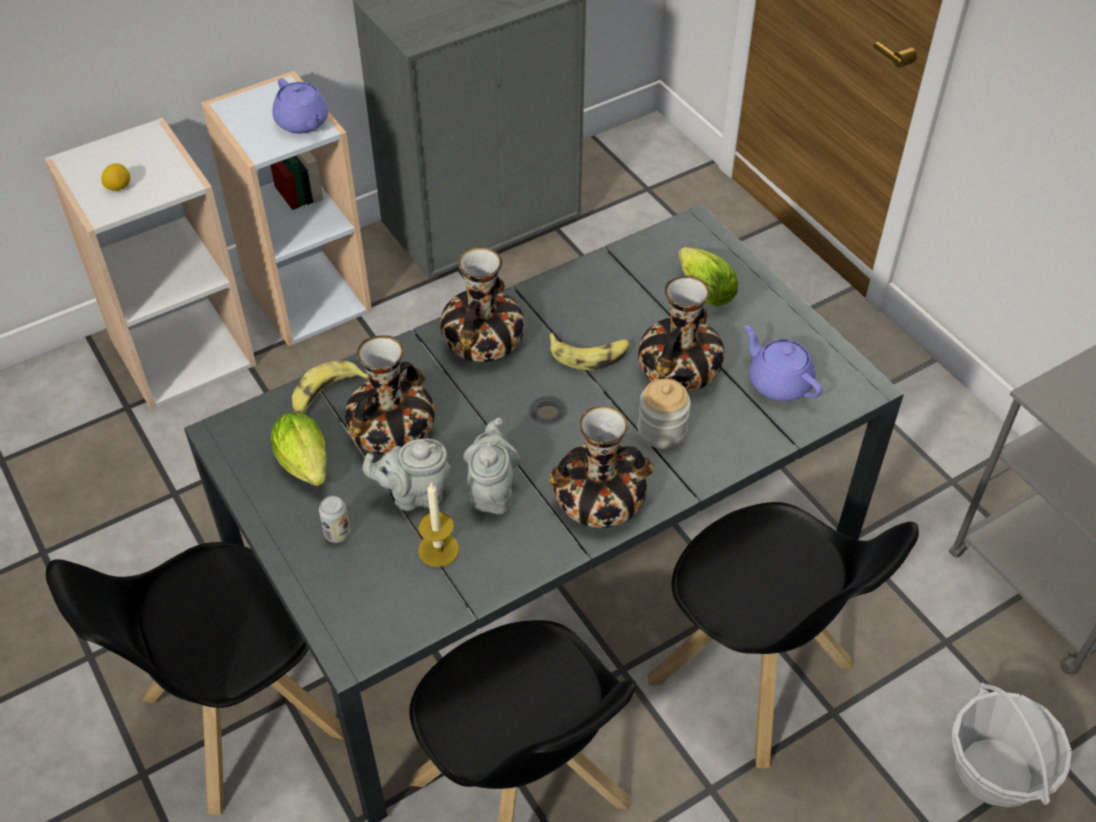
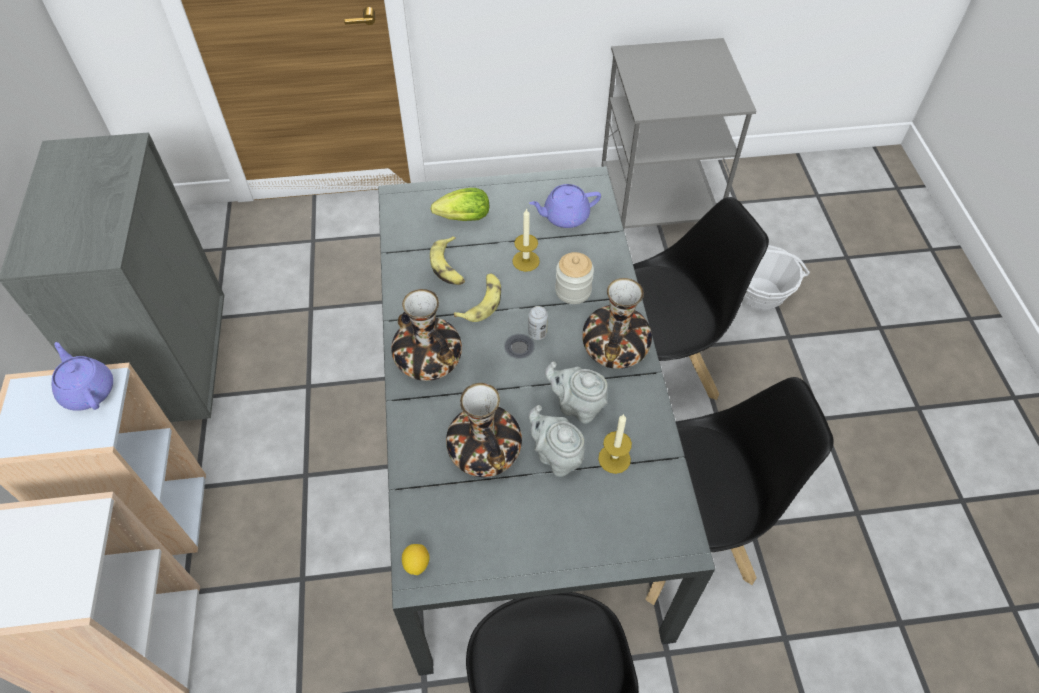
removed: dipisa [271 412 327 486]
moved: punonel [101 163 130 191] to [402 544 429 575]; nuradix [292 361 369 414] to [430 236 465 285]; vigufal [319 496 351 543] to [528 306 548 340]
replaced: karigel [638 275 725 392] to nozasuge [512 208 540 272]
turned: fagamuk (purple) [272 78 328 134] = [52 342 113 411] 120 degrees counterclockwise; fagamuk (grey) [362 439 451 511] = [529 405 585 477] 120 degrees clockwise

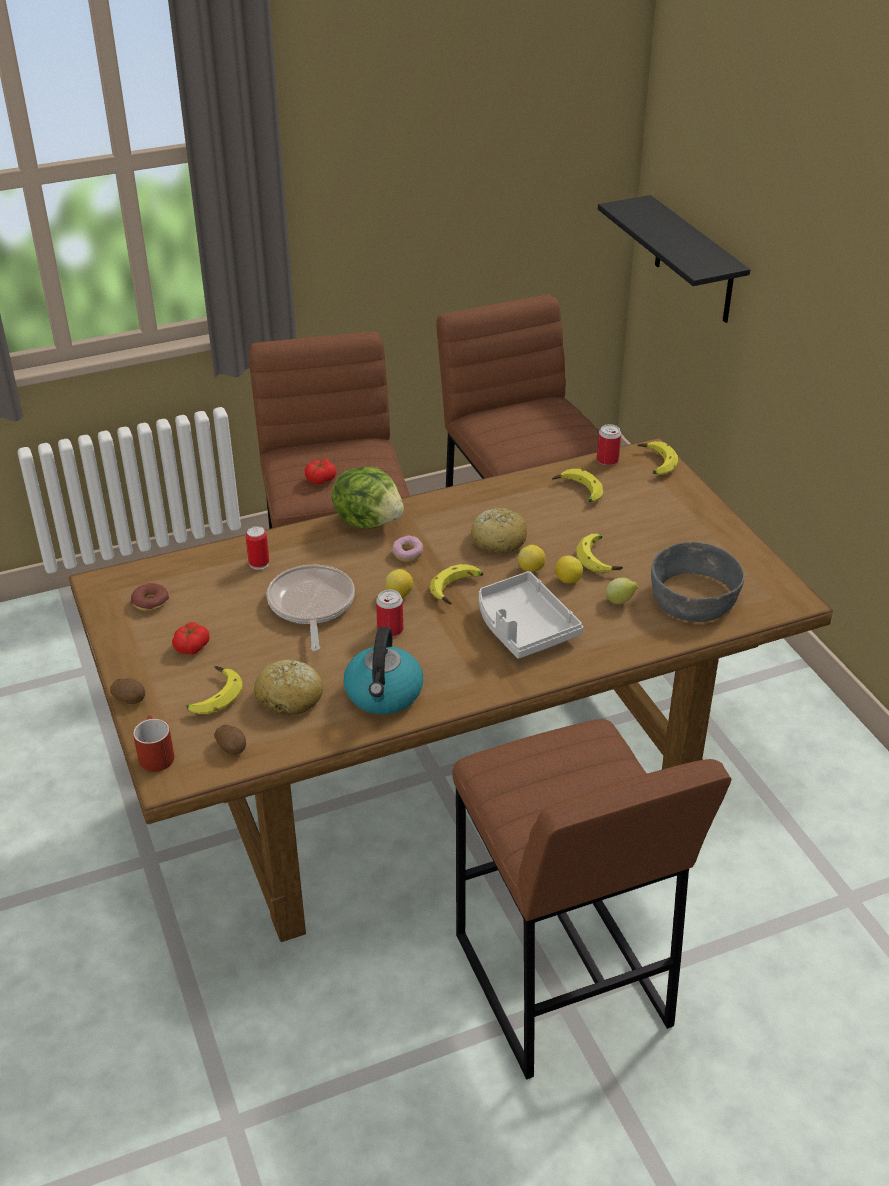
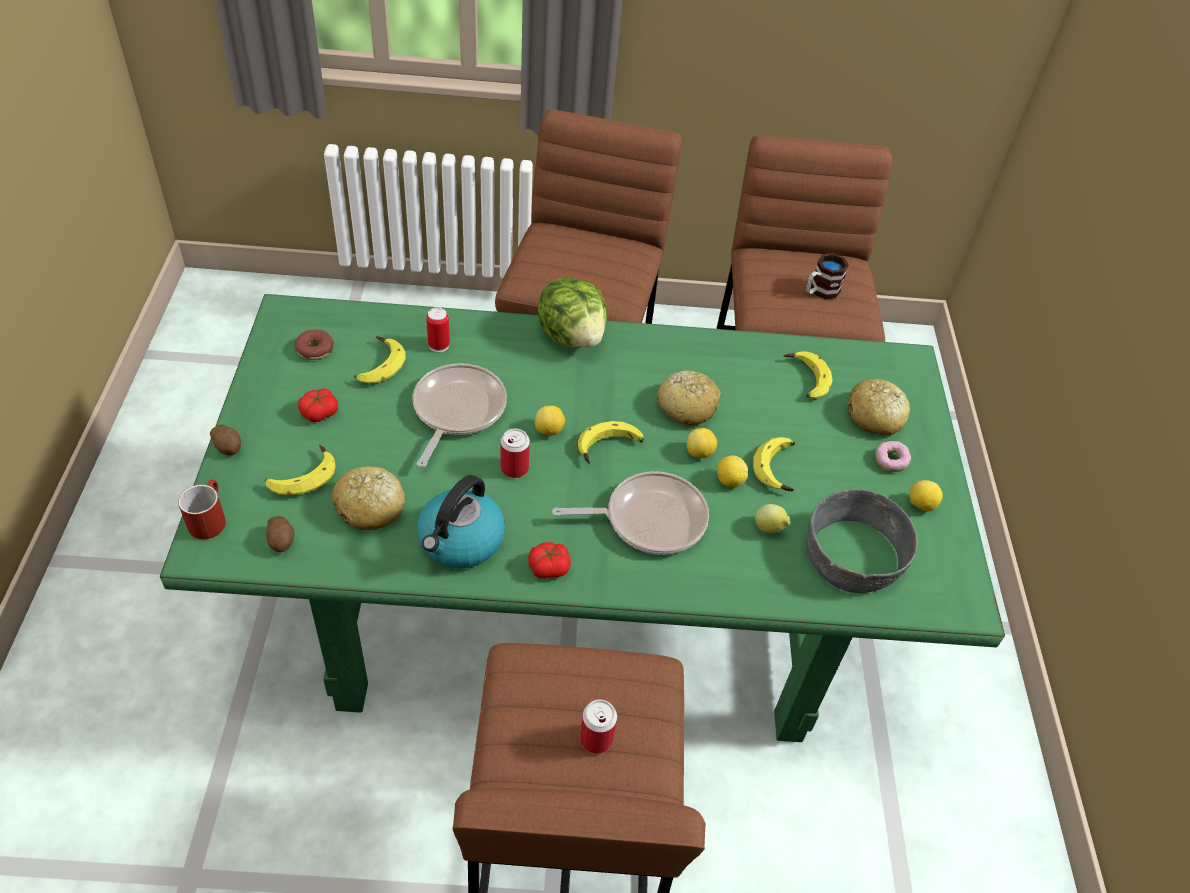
removed: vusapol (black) [598 195 750 323]
added: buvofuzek [806 253 849 299]; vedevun [848 379 910 435]; punonel [909 480 943 512]
moved: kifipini [305 459 336 484] to [528 542 571 579]; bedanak [392 535 423 562] to [875 441 911 472]; vigufal [597 424 621 465] to [580 700 617 754]; nuradix [637 441 678 475] to [354 336 406 383]
replaced: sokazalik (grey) [479 571 583 659] to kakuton [552 471 709 555]
recoloured: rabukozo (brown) [69 438 833 942] to rabukozo (green) [160 294 1005 742]

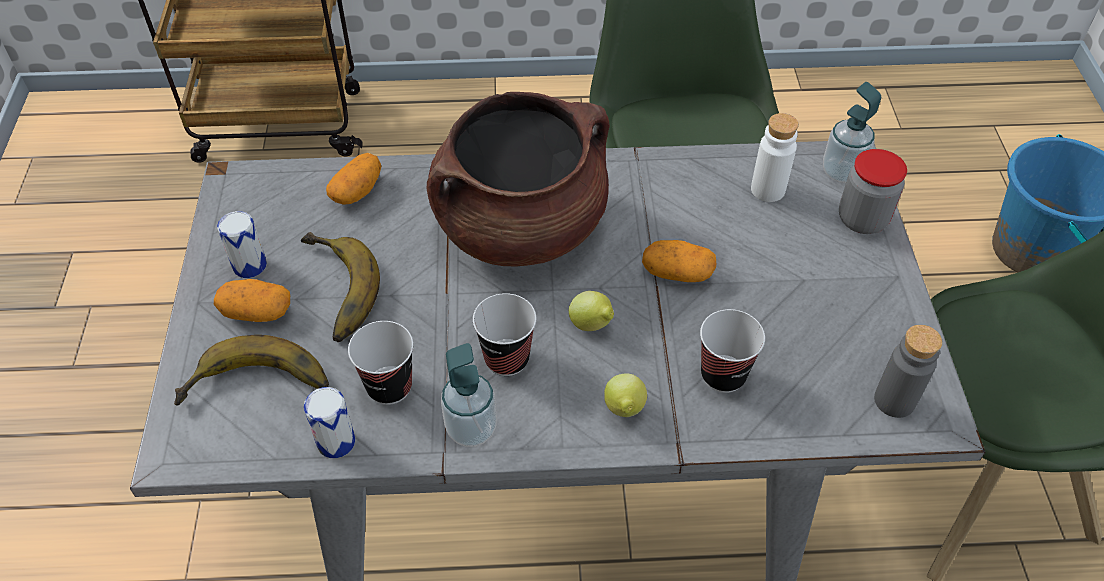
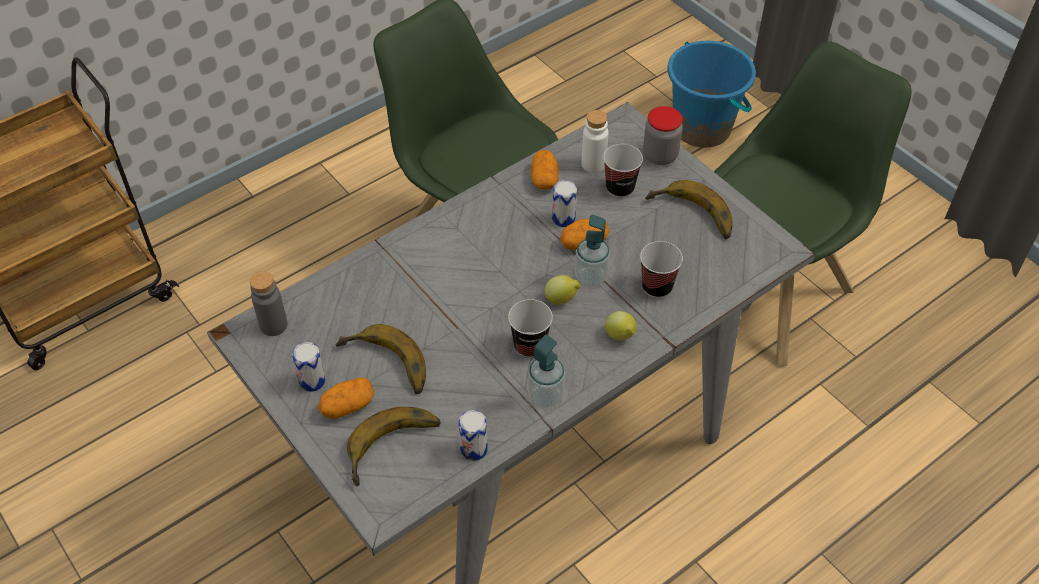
removed: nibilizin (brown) [427 92 610 266]
added: vigufal [552 180 577 227]; nuradix [645 180 733 239]
moved: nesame [326 153 381 205] to [531 150 559 190]; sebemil [348 321 414 405] to [603 144 643 198]; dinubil [823 82 881 183] to [575 214 610 287]; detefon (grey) [874 325 942 418] to [250 271 288 336]

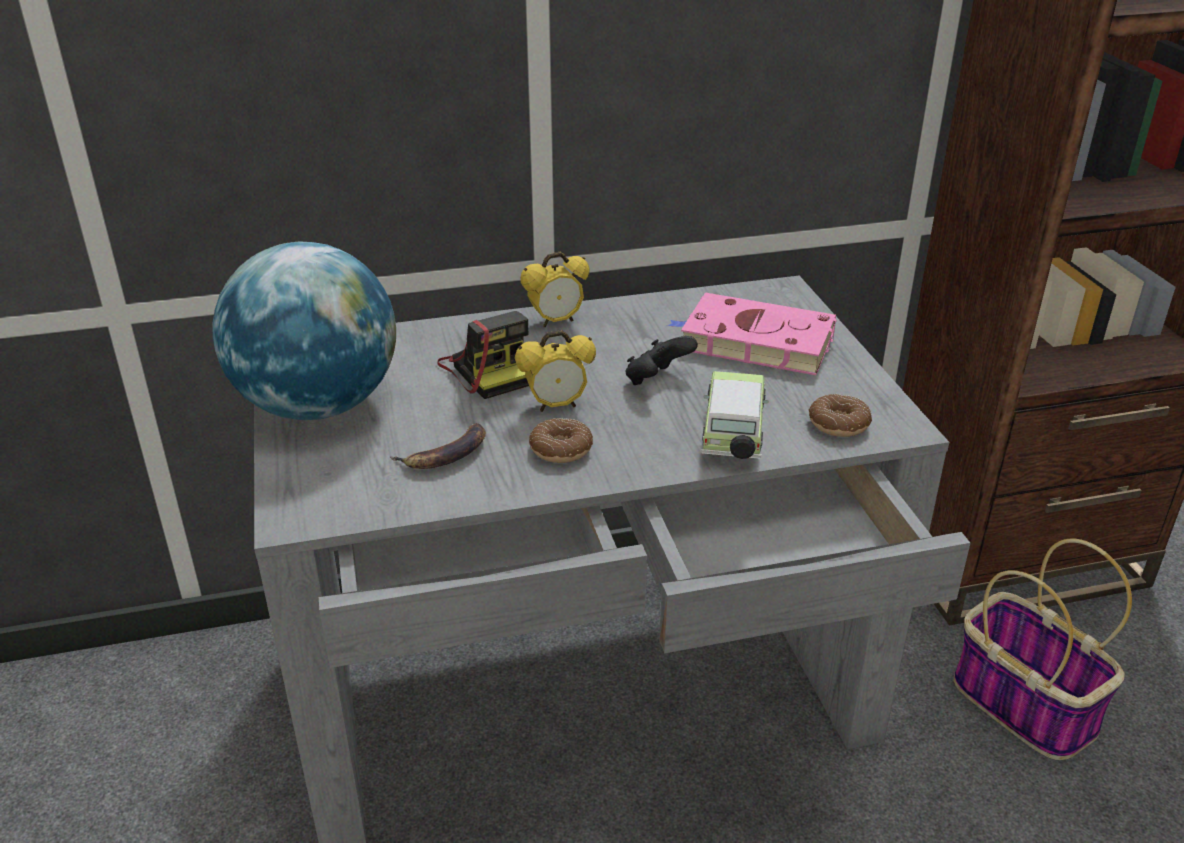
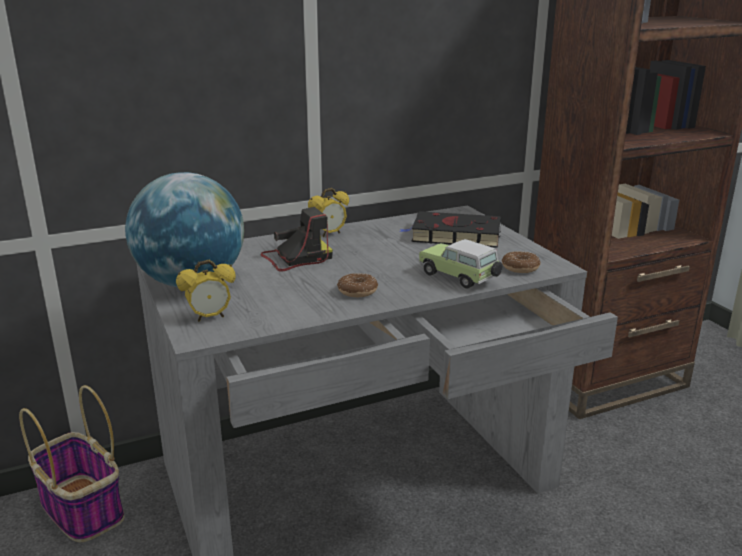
removed: nuradix [390 423 486 469]; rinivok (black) [625 336 698 385]
moved: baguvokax [515 330 596 412] to [176 260 236 322]; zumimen [953 539 1132 760] to [19 385 124 543]
recoloured: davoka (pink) [667 292 837 375] to davoka (black) [399 211 502 248]
turned: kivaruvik [437 311 529 399] = [261 207 333 272] 75 degrees counterclockwise; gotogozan [701 371 769 459] = [419 239 503 289] 45 degrees counterclockwise

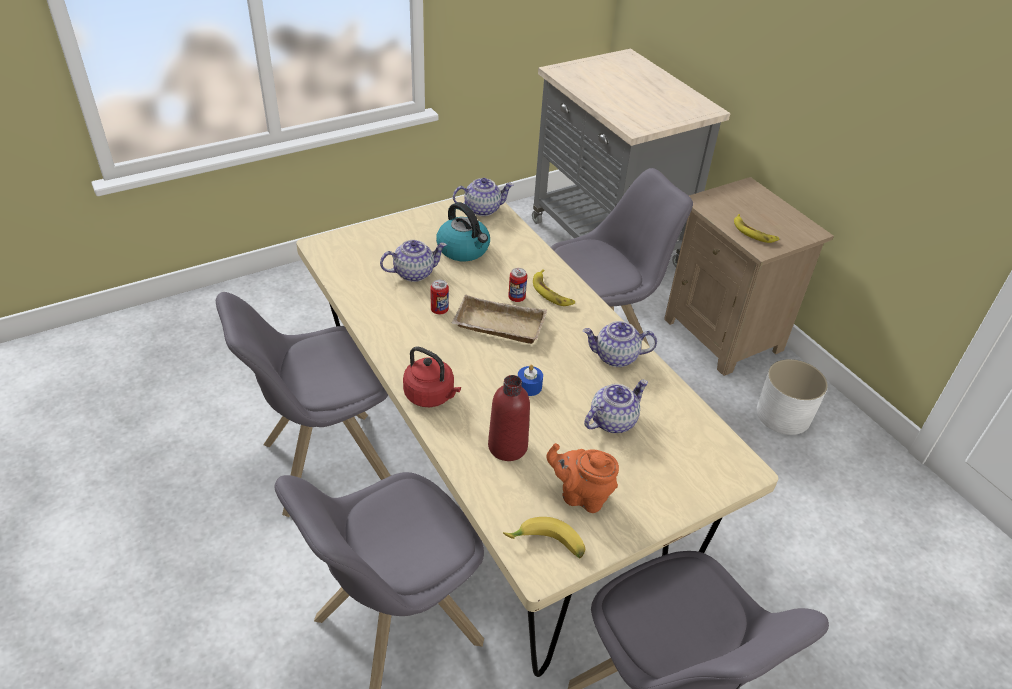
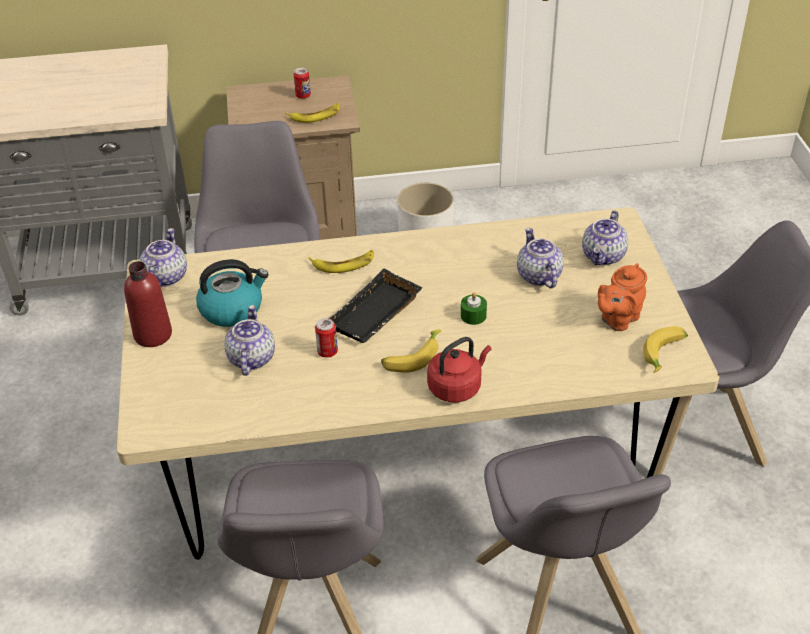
added: nuradix [381 329 441 373]
moved: detefon (red) [488 375 530 461] to [124 261 172 347]; vigufal [508 268 527 302] to [294 68 311 99]; fagamuk [583 321 657 367] to [582 210 628 265]
recoloured: sokazalik (beige) [452 295 547 344] to sokazalik (black) [329 268 423 343]; nozasuge (blue) [518 365 543 396] to nozasuge (green) [461 292 487 325]

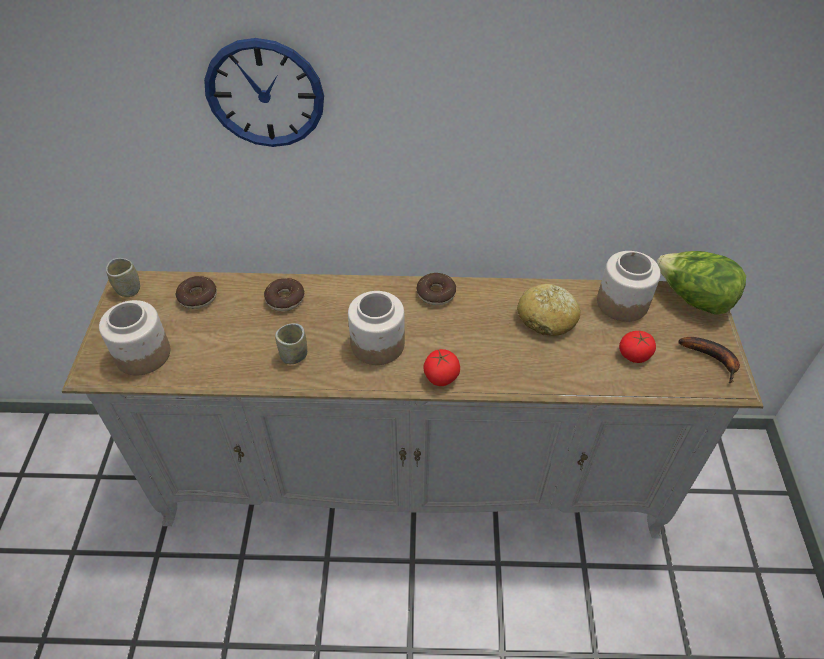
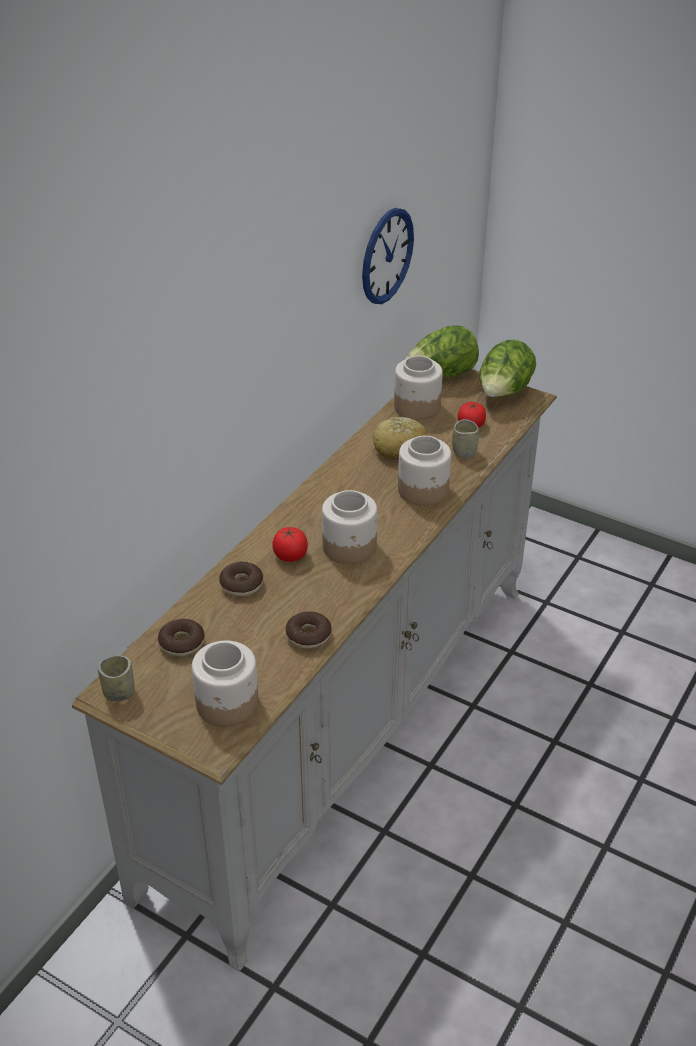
added: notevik [398 436 451 506]
moved: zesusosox [204 38 324 147] to [362 208 414 304]; sebemil [275 323 307 364] to [452 419 479 459]; bedanak [416 273 456 305] to [285 611 332 649]; kifipini [423 349 460 386] to [272 527 308 562]
replaced: nuradix [679 337 740 383] to dipisa [479 340 536 397]

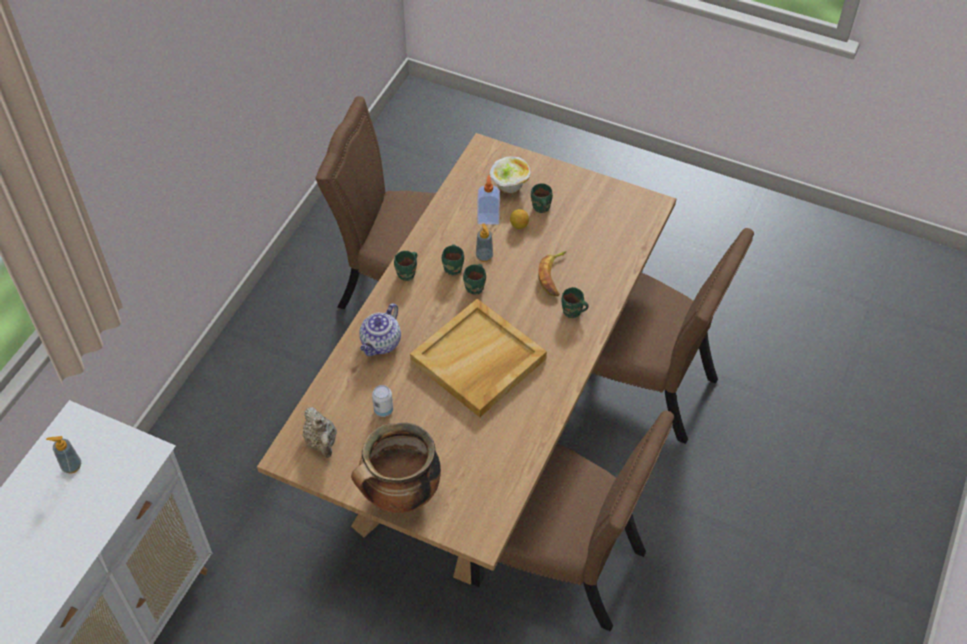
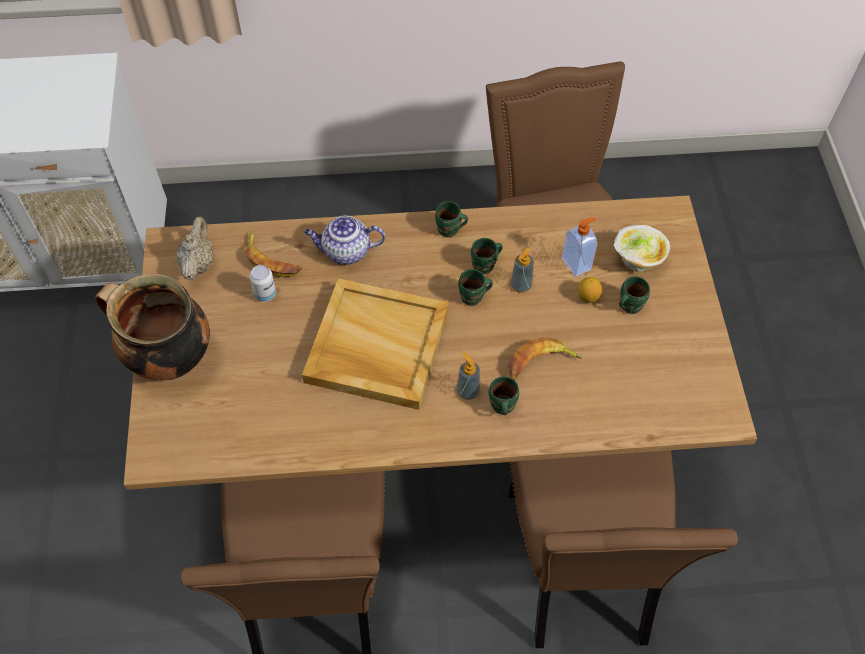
added: nuradix [244 231 302 277]
moved: dinubil [46 436 81 474] to [457 352 480 400]
turned: fagamuk (beige) [303 407 337 458] = [176 217 215 280] 150 degrees clockwise

